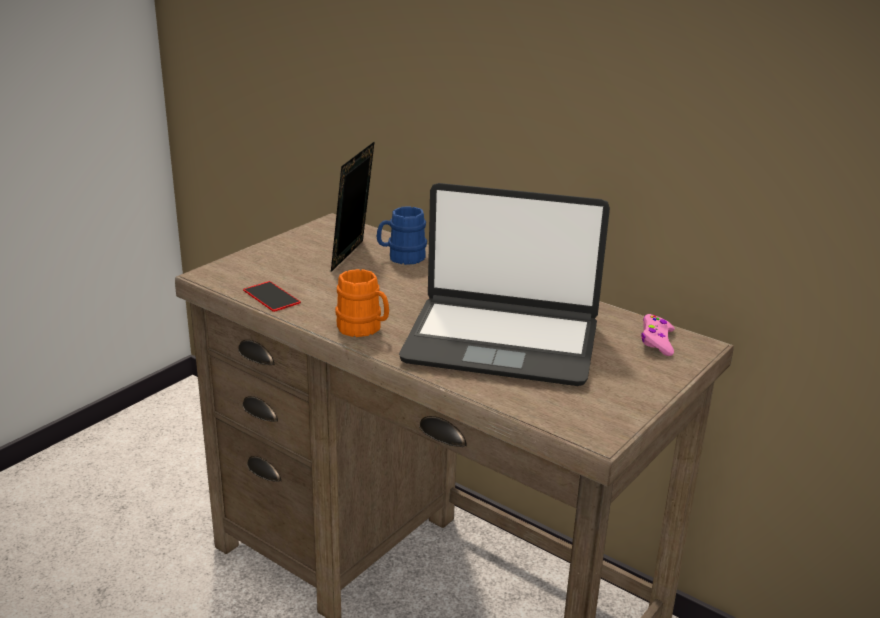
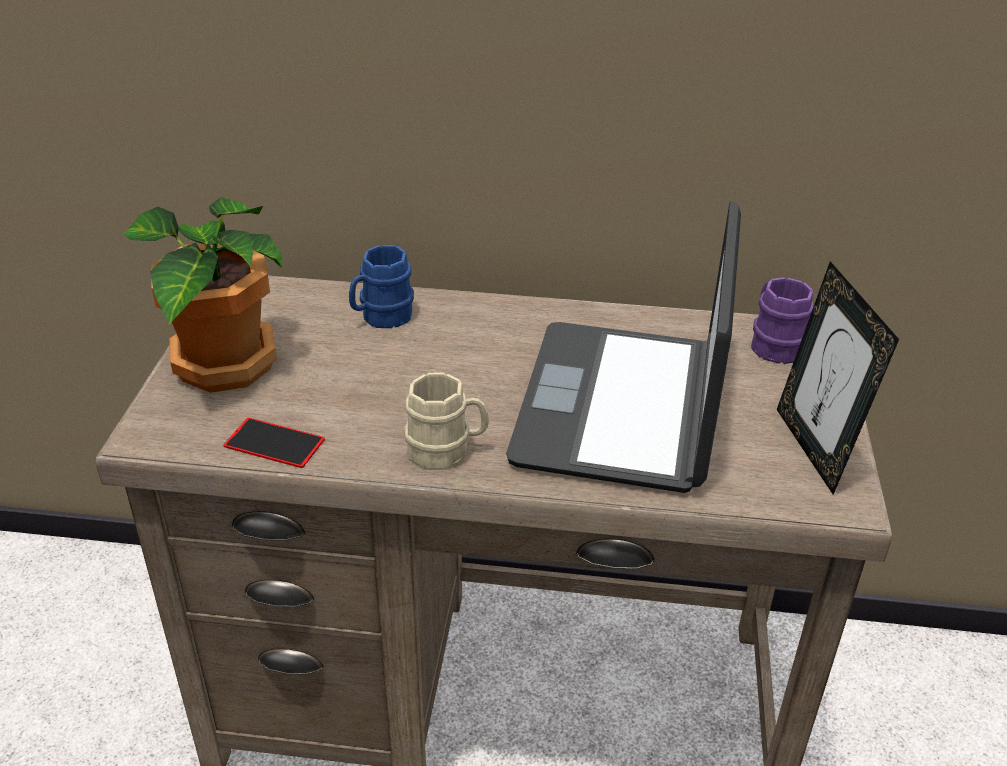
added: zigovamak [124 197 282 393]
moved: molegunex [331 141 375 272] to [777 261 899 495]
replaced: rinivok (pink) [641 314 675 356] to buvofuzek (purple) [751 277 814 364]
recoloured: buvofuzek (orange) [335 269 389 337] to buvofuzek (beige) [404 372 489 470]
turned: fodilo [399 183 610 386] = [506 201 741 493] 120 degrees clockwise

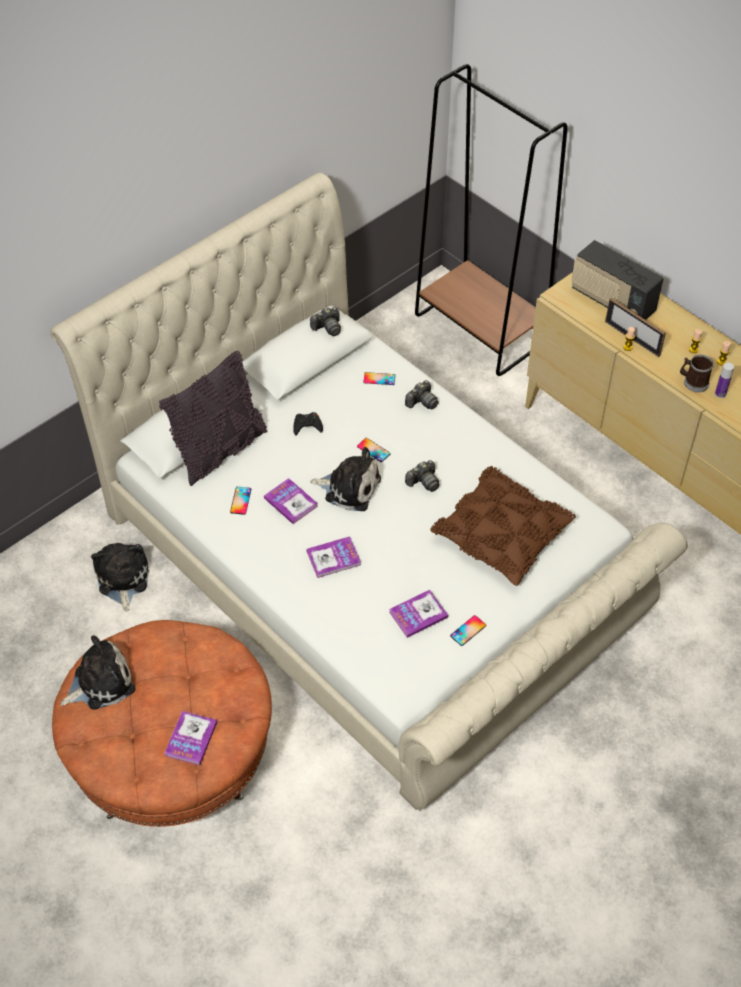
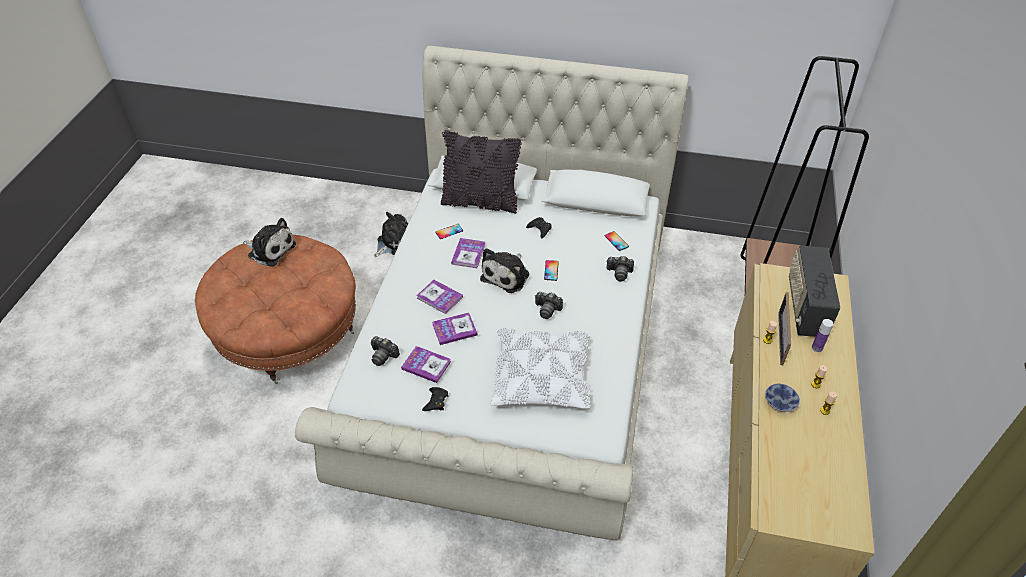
moved: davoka [164 711 217 765] to [432 312 477 345]; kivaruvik [310 307 341 336] to [371 336 400 366]; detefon [715 362 734 398] to [812 319 833 352]
replaced: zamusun [450 615 486 646] to rinivok (black) [422 387 448 411]; buvofuzek [680 354 713 393] to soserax [765 384 800 412]
recoloured: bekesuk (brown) [430 466 576 586] to bekesuk (white) [491 327 590 409]
turned: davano [310 447 381 511] = [480 248 529 293] 45 degrees clockwise

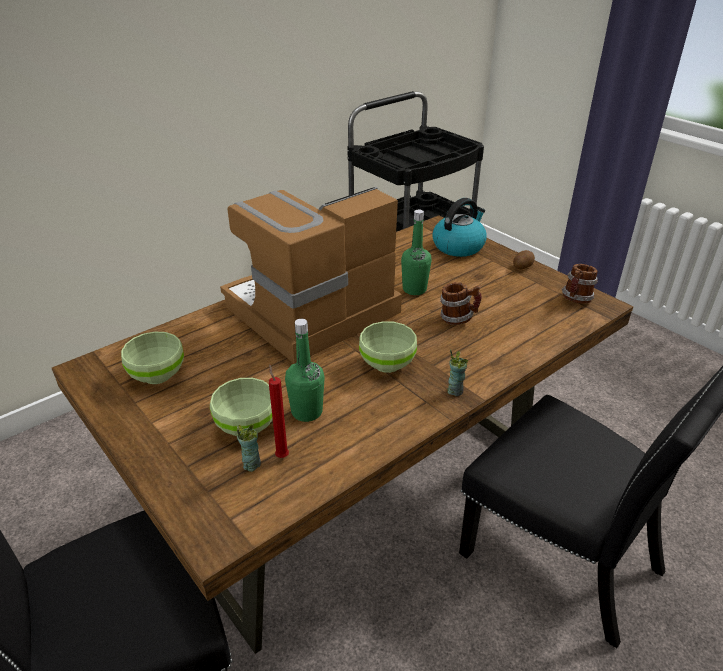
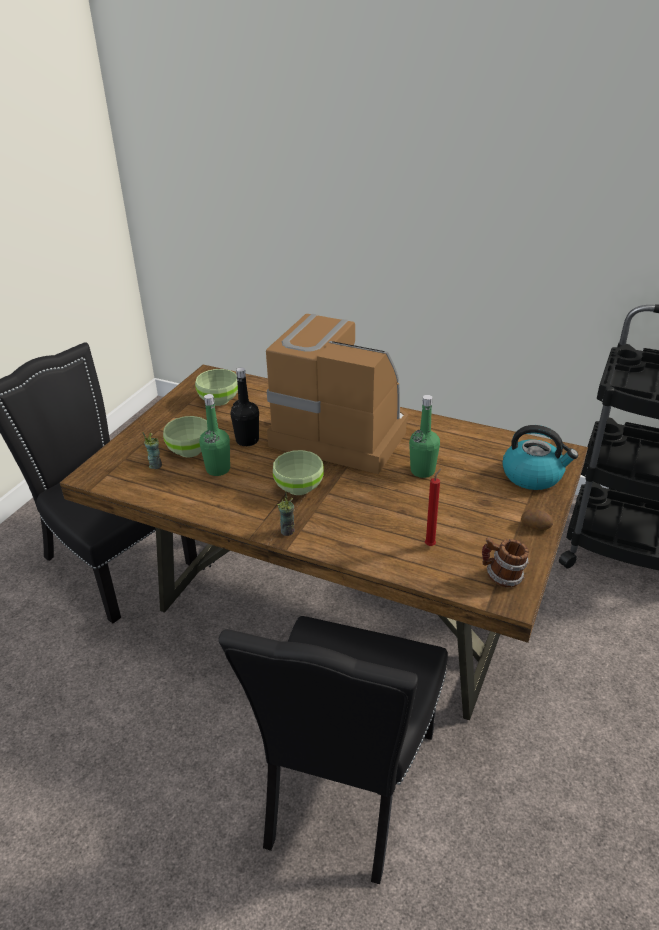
removed: buvofuzek [440 282 482 325]
added: detefon (black) [231 367 259 446]
moved: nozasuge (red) [269 364 289 458] to [425 468 442 546]

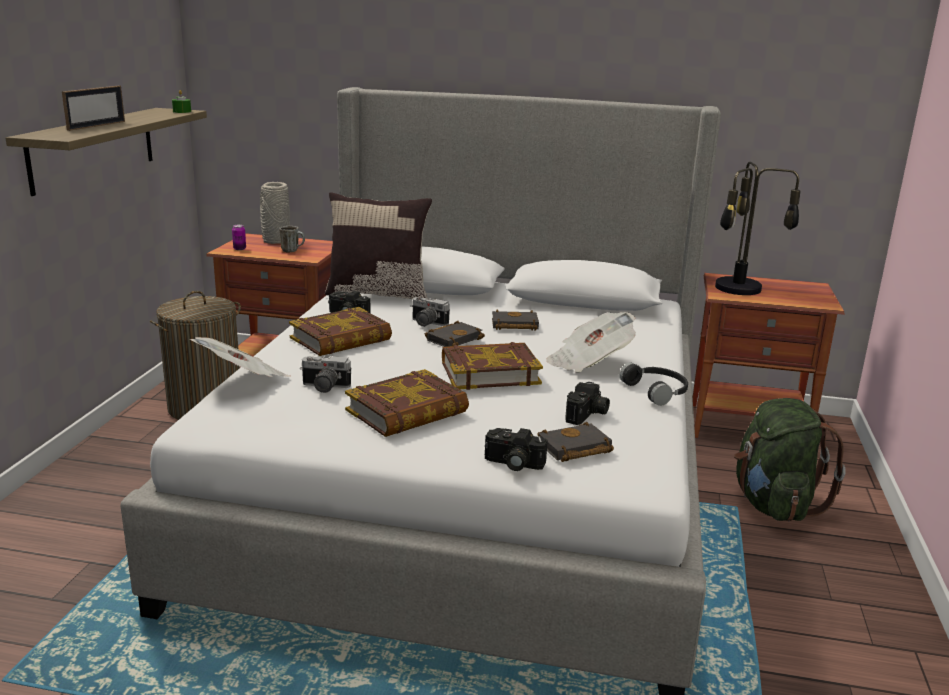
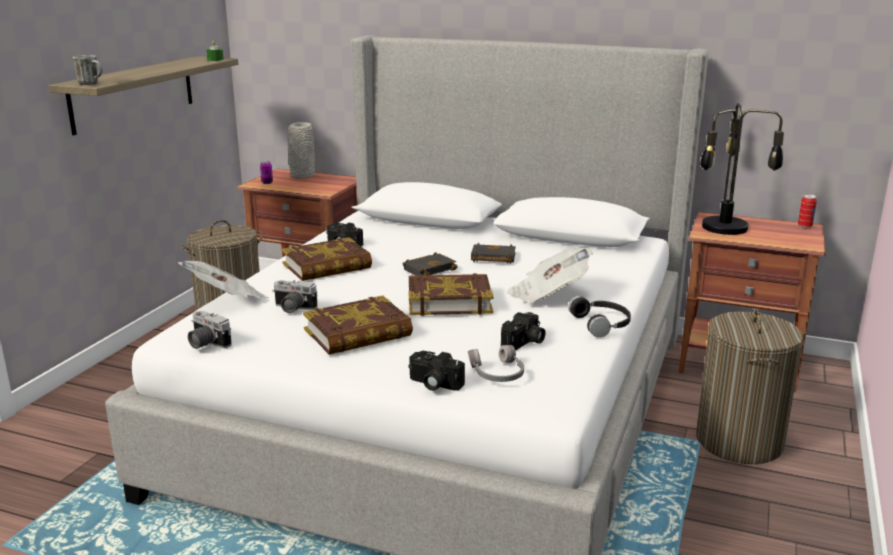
removed: molegunex [62 86 125 131]; bekesuk [325 192 432 299]
added: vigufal [798 194 817 228]
moved: buvofuzek [279 226 305 252] to [73 55 102 85]; kivaruvik [411 297 450 327] to [188 311 232 349]
replaced: davoka (black) [537 422 614 462] to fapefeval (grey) [468 345 524 382]; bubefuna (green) [734 398 846 521] to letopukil [696 308 804 464]

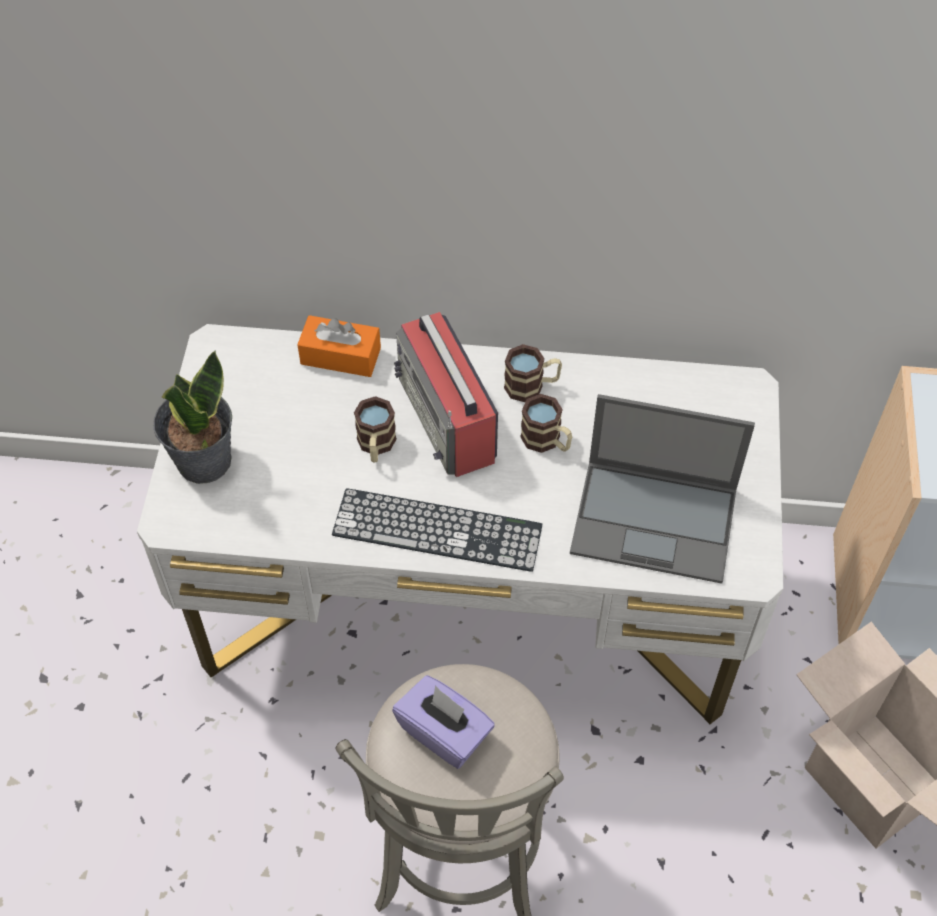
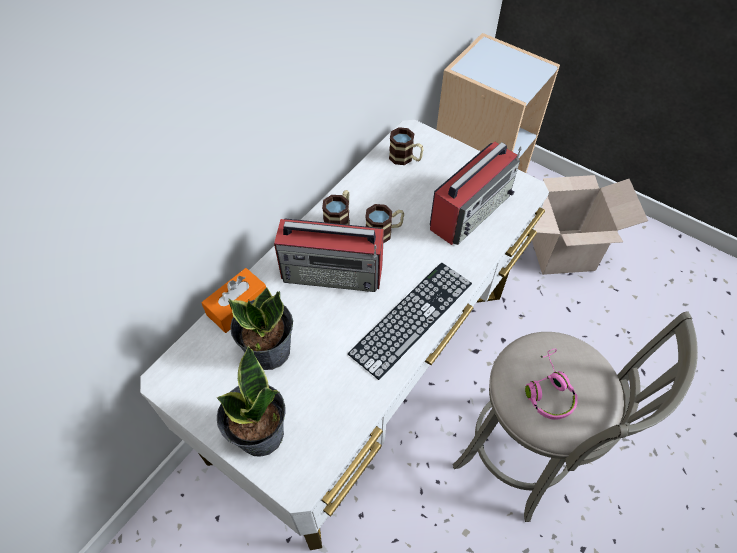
added: zigovamak [228 287 293 370]
moved: buvofuzek [354 396 397 463] to [389 127 424 165]
replaced: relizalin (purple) [392 675 495 769] to fapefeval (pink) [525 349 578 420]; fodilo [570 394 755 584] to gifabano [430 142 522 245]

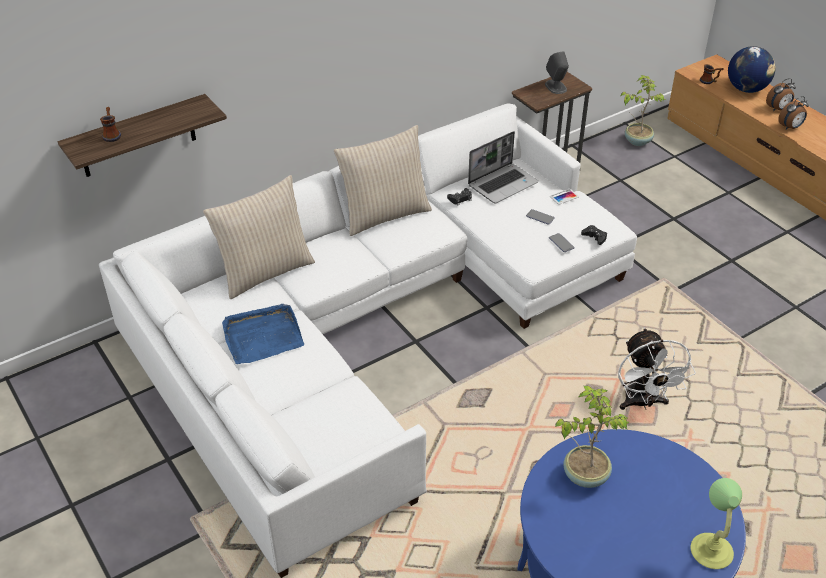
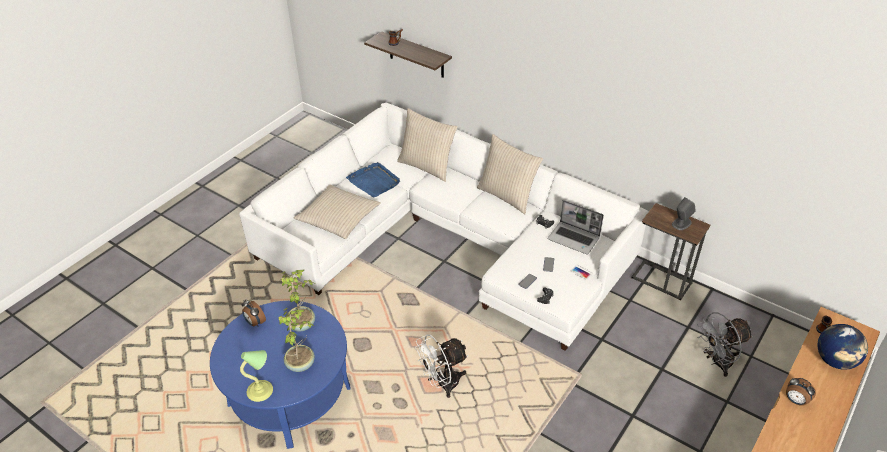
added: bekesuk (beige) [293 184 381 239]; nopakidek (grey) [697 312 753 377]
moved: zigovamak [621 75 665 146] to [278 308 315 372]; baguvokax [766 78 796 111] to [242 299 266 326]

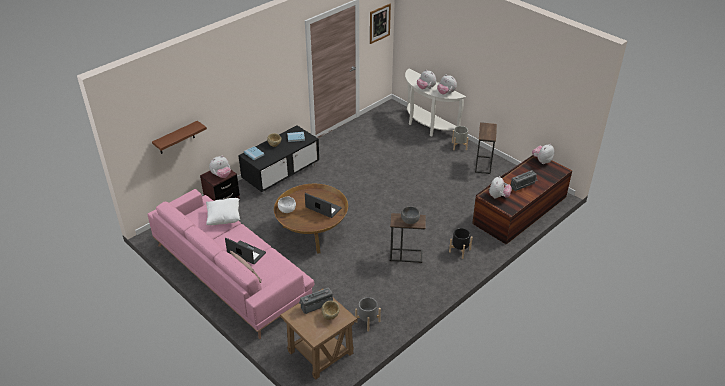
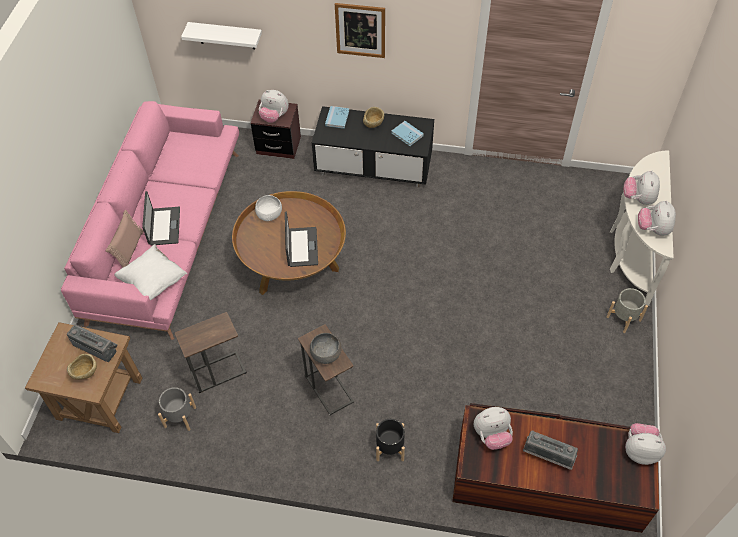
moved: bekesuk (white) [206 198 240 225] to [114 244 187 300]; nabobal [370 4 391 44] to [335 3 385 58]; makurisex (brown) [475 122 497 174] to [175 312 247 393]
recoloured: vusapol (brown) [152 121 207 154] to vusapol (white) [181 22 262 49]

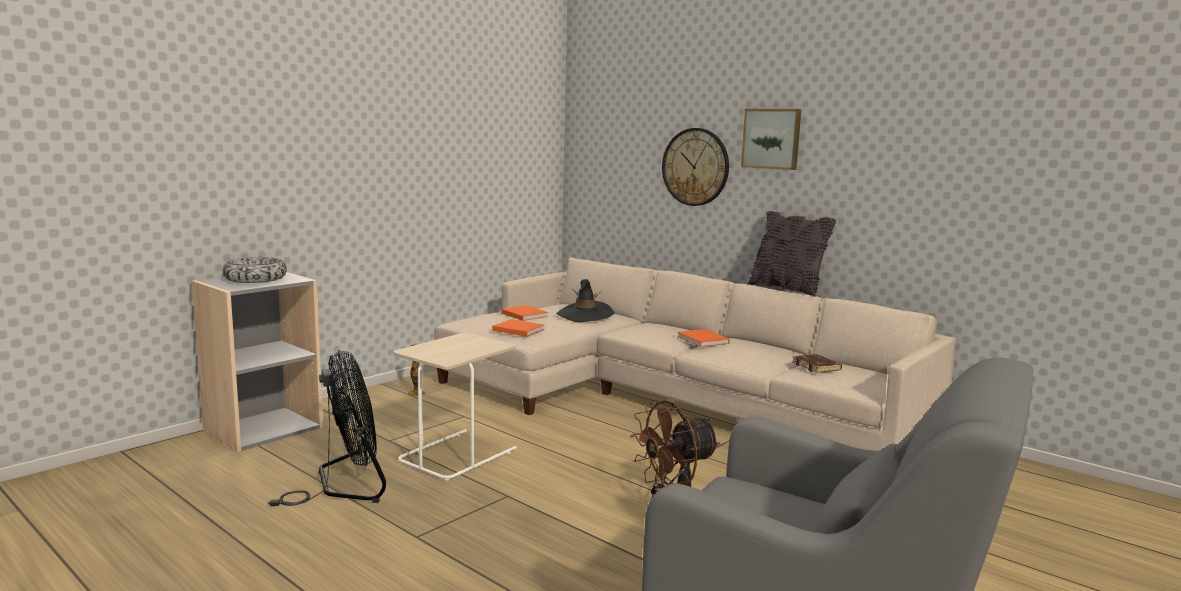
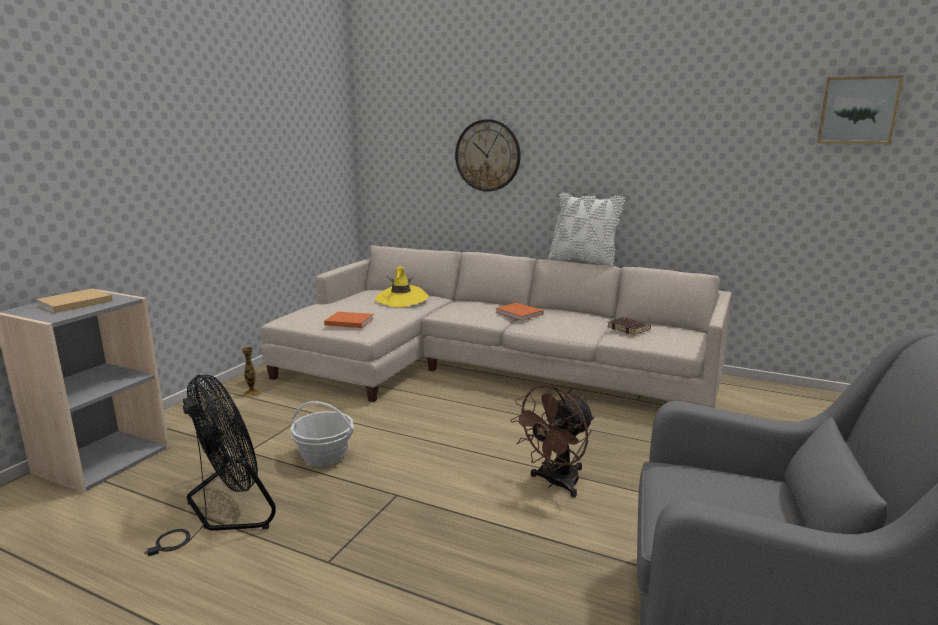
removed: davoka (orange) [501 305 548 321]
moved: nabobal [741 109 801 170] to [817 75 904 144]
replaced: soserax [223 257 287 283] to davoka (beige) [36 289 113 313]; makurisex (beige) [394 333 517 481] to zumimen [290 401 354 467]
recoloured: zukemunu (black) [556 279 615 322] to zukemunu (yellow) [374 266 429 307]; bekesuk (black) [748 211 836 296] to bekesuk (white) [548 193 625 266]

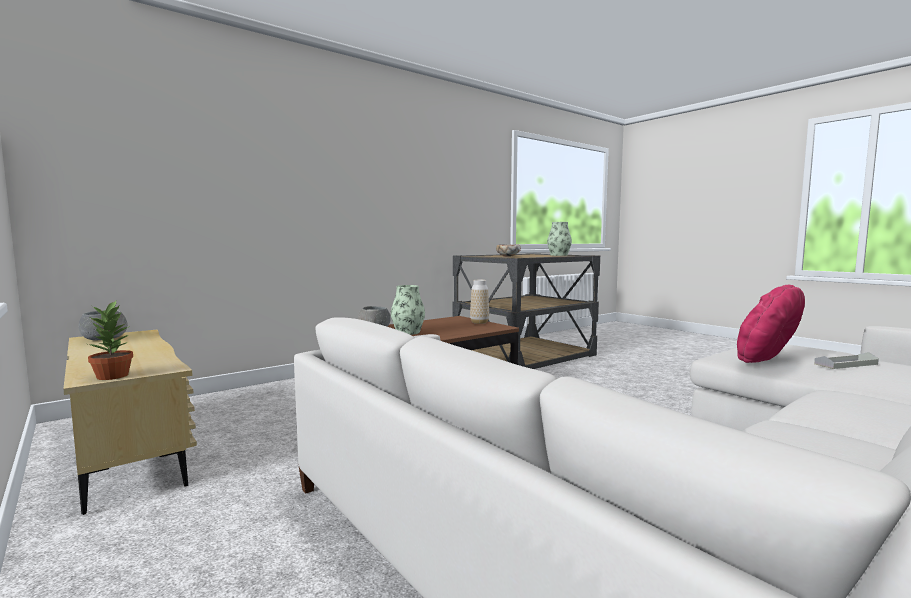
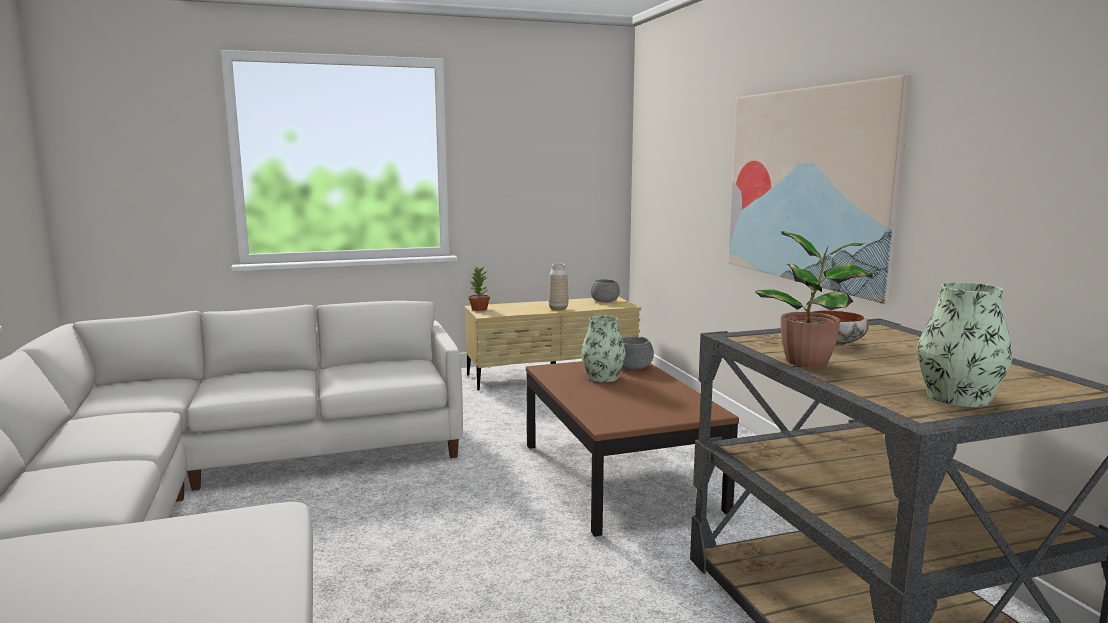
removed: bekesuk (pink) [737 285 805 363]; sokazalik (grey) [814 352 879 369]
added: nabobal [728 75 912 304]; zigovamak [755 231 873 368]
moved: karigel [470 280 489 324] to [548 263 569 310]

